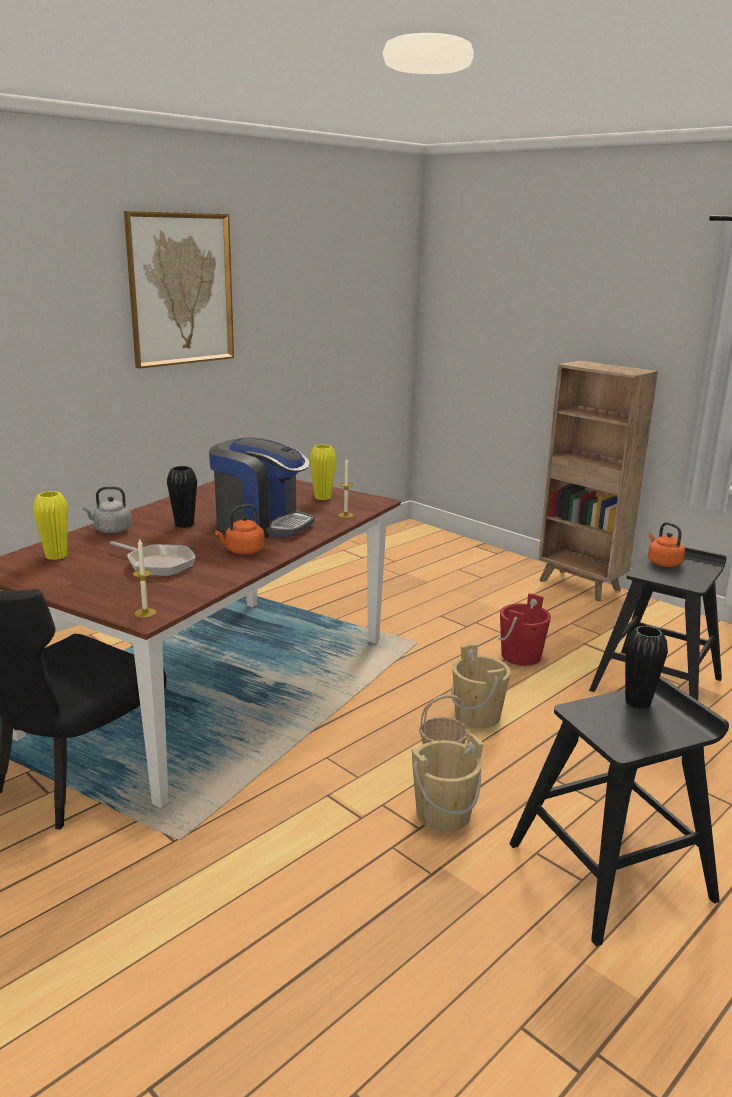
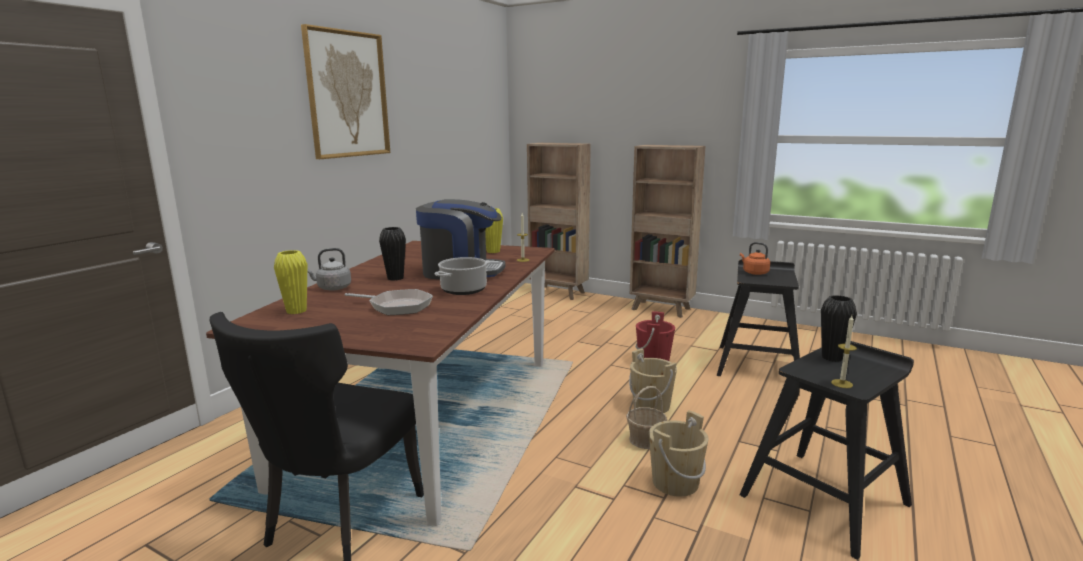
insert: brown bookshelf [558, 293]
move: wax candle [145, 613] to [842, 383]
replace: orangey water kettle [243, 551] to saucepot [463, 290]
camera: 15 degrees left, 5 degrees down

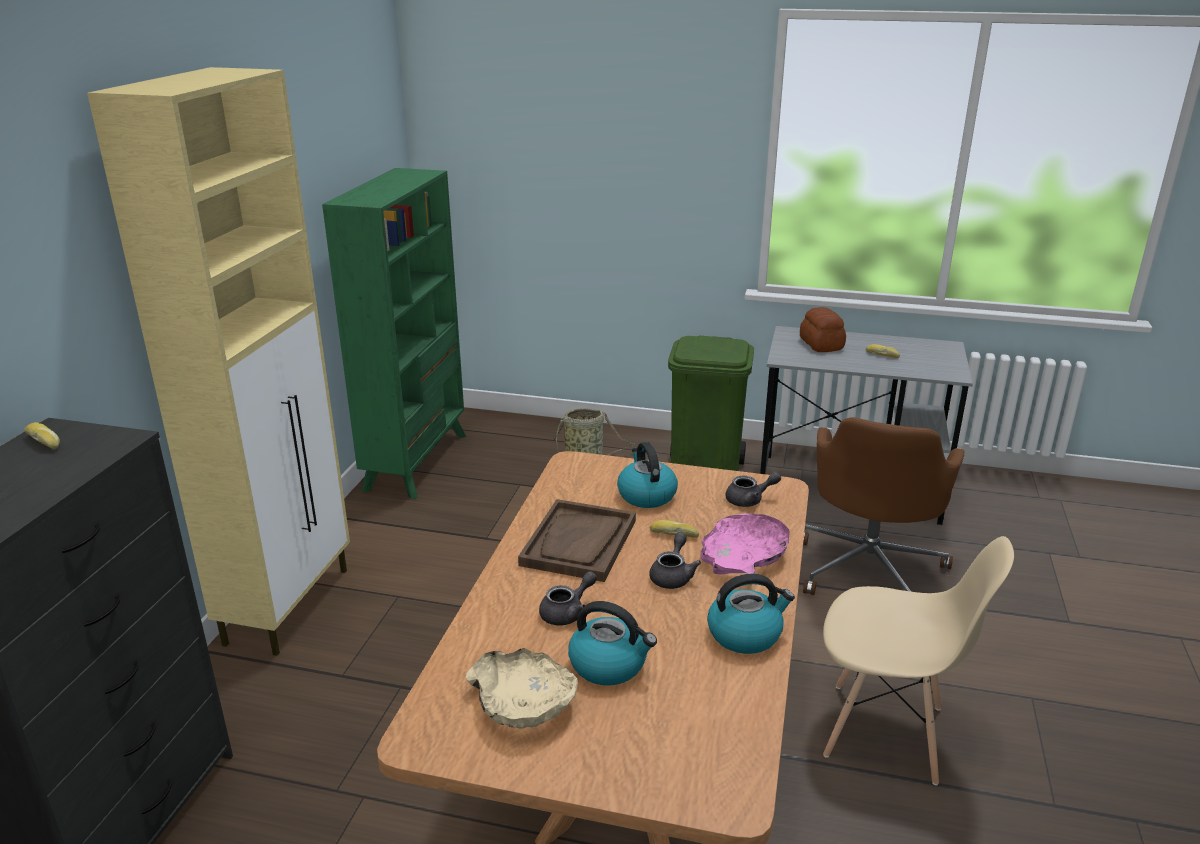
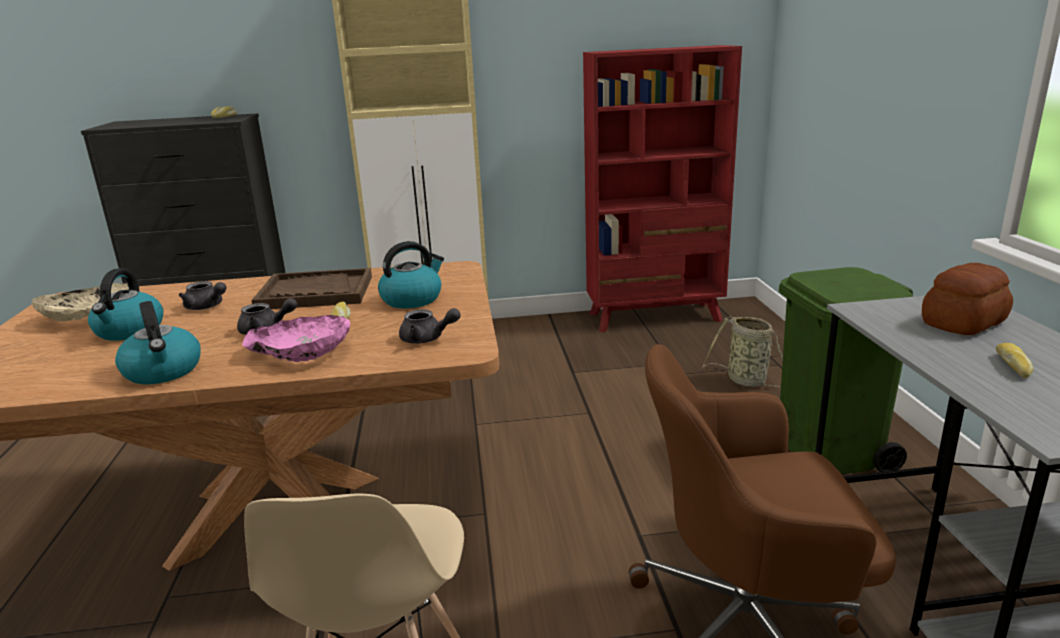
recolor: greenish bookshelf [417, 462] to red-coloured bookshelf [655, 317]
rotate: grey pot for tea [749, 500] = [427, 339] 45 degrees counterclockwise
camera: 70 degrees right, 5 degrees down

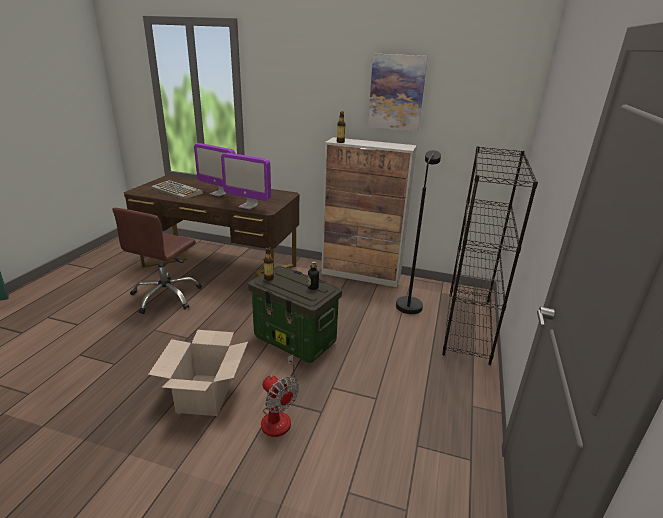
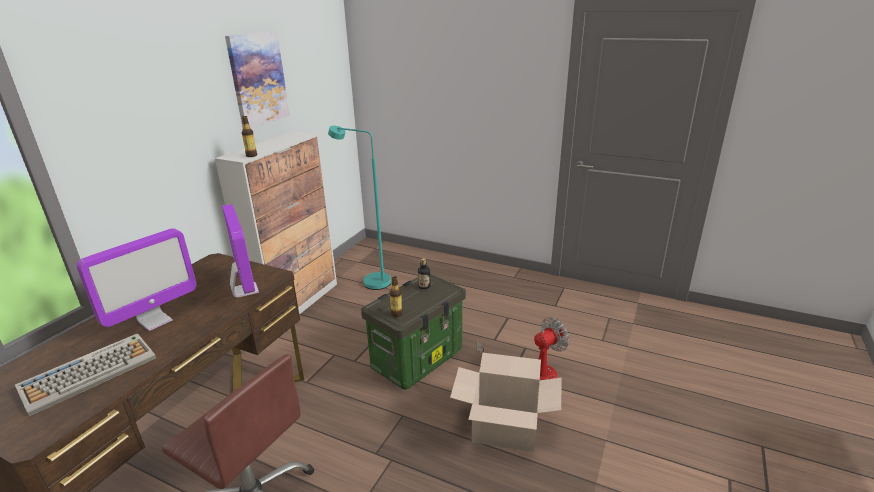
delete: black bookshelf [468, 326]
recolor: black standing lamp [410, 303] to blue-green standing lamp [370, 281]
rotate: computer display [248, 206] = [245, 290] 60 degrees counterclockwise
camera: 80 degrees left, 0 degrees up

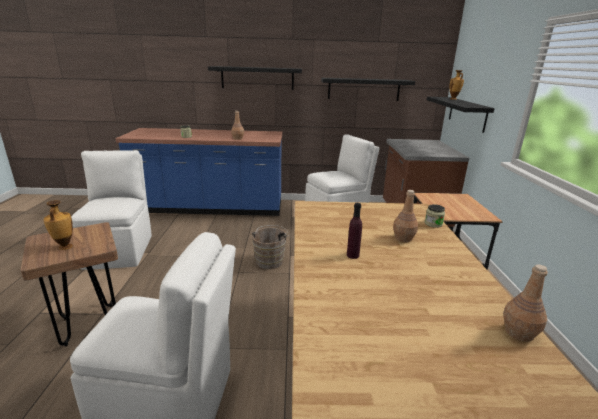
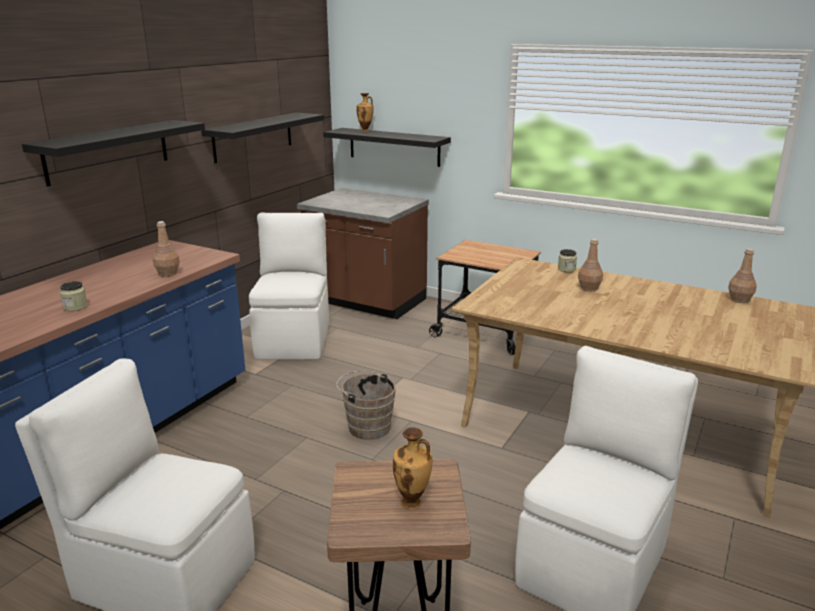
delete: purplish drink bottle [352, 255]
camera: 60 degrees left, 0 degrees up

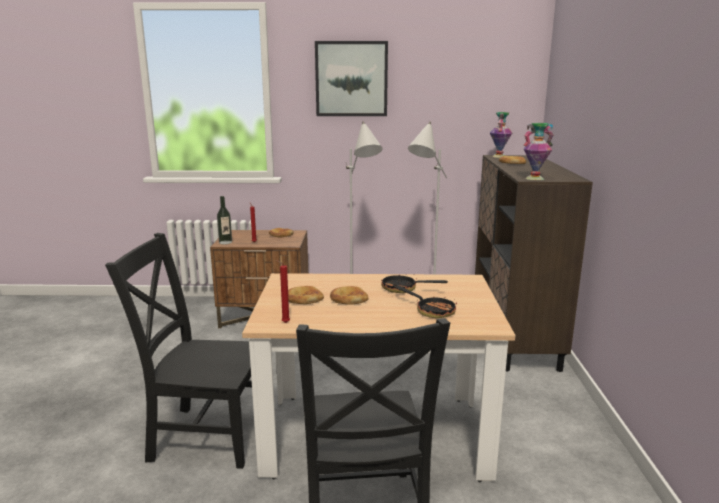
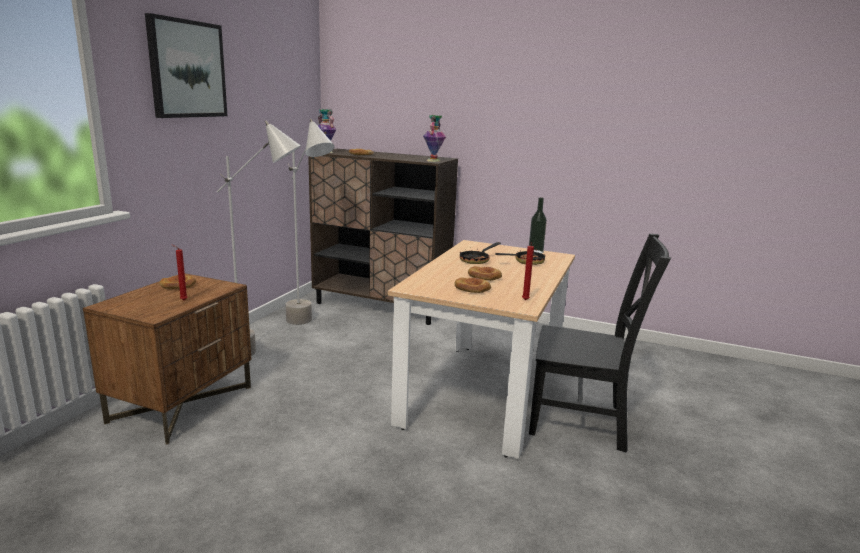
delete: black plain chair [204, 435]
move: drink bottle [225, 242] to [535, 252]
camera: 70 degrees left, 0 degrees up

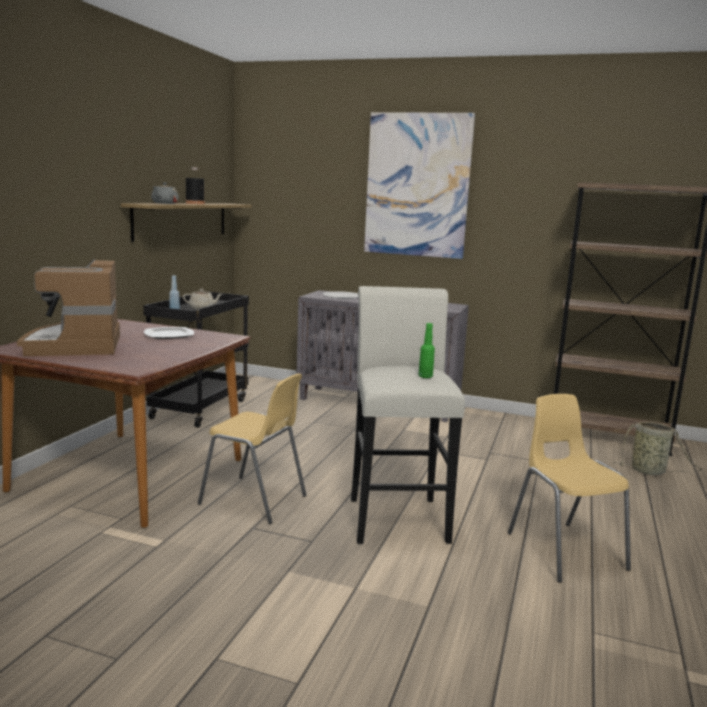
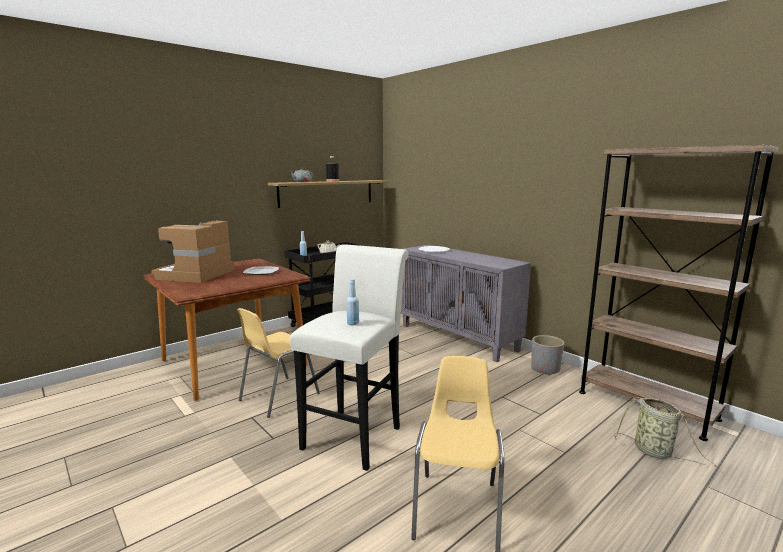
delete: wall art [417, 185]
insert: grey flower pot [545, 369]
recolor: greenish drink bottle [425, 376] to bluish drink bottle [353, 323]
rotate: yellow-coloured plain chair [254, 500] = [278, 397] 75 degrees clockwise
camera: 30 degrees right, 0 degrees up

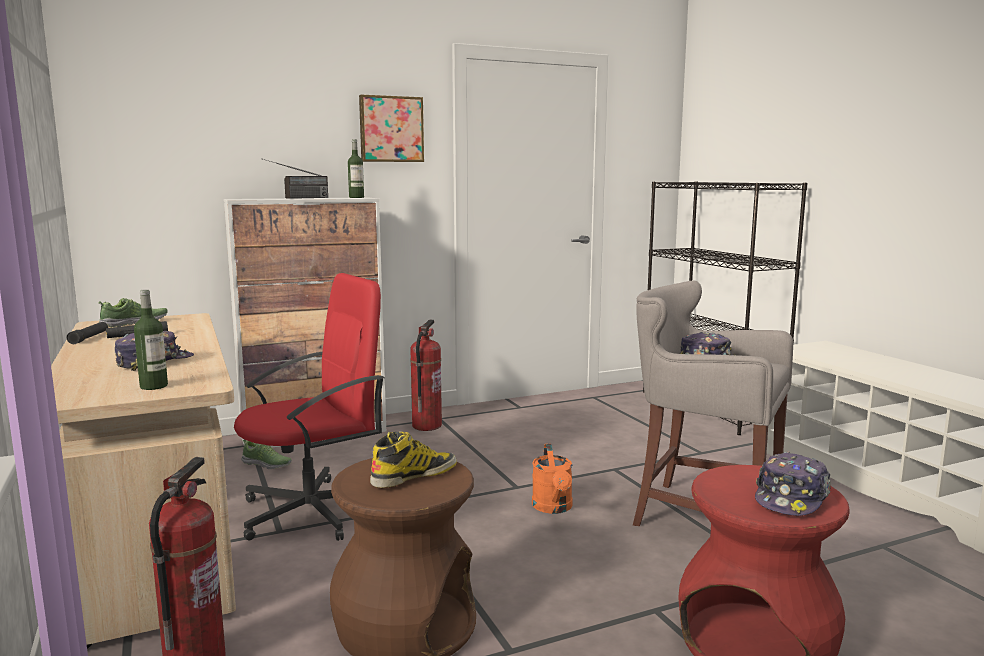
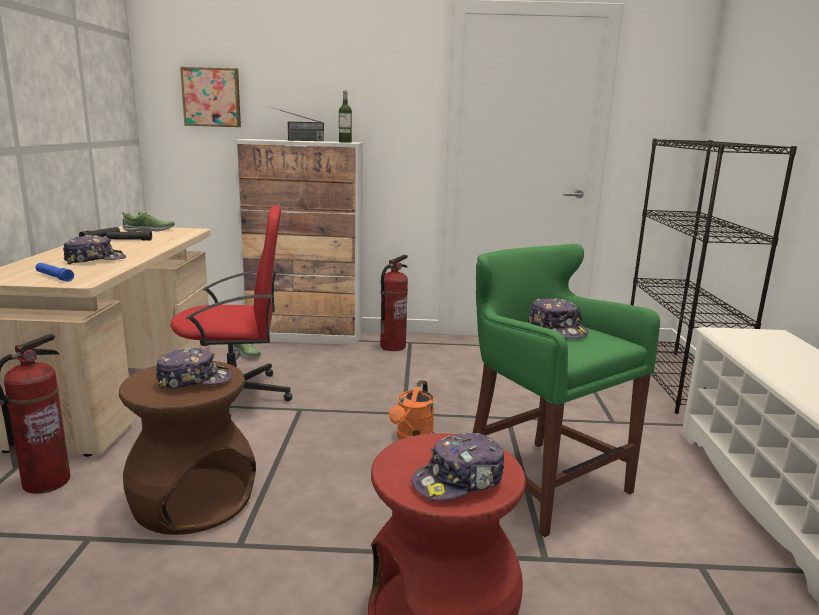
move: wall art [391, 129] to [212, 97]
replace: drink bottle [154, 386] to bluish flashlight [54, 277]; high-top boot [414, 475] to baseball cap [194, 380]
recolor: grey sitting stool [702, 515] to greenish sitting stool [540, 480]
camera: 25 degrees right, 5 degrees up

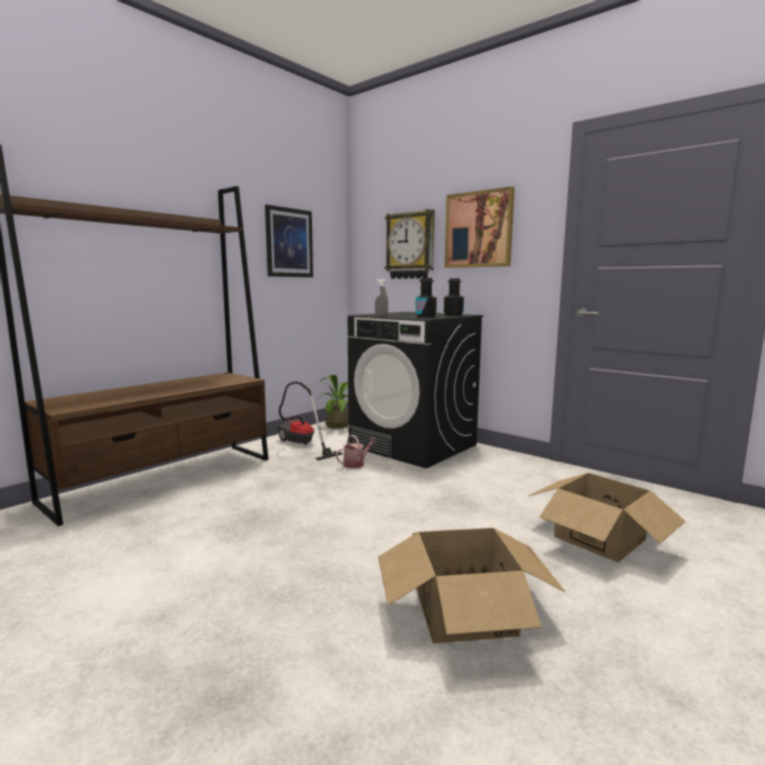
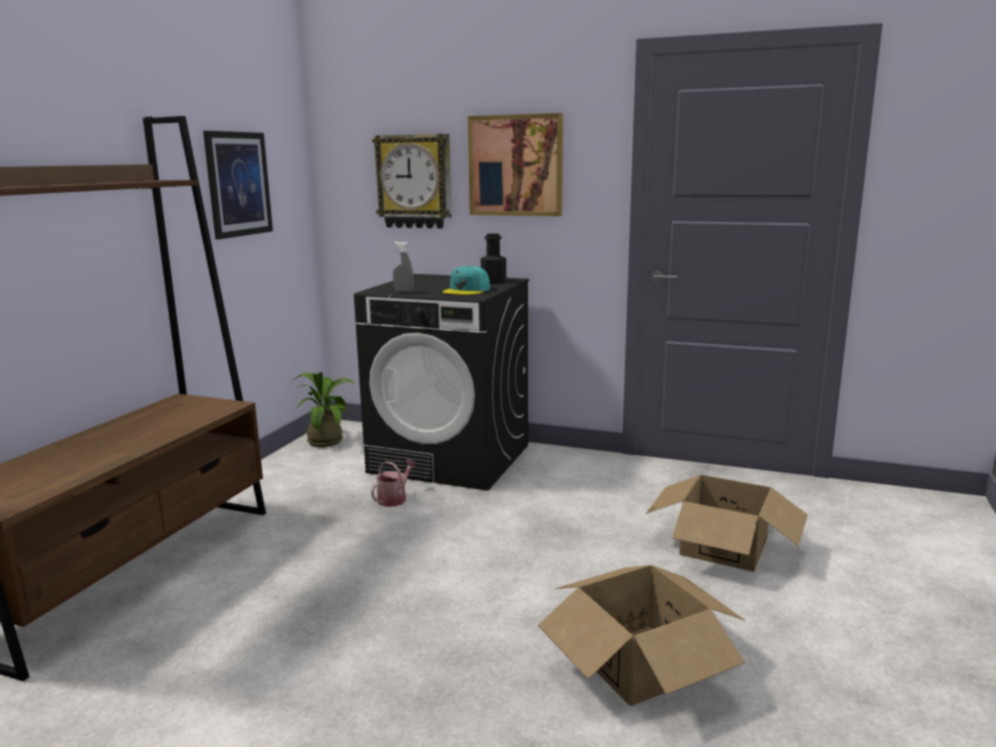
delete: hoover [301, 445]
replace: black drink bottle [425, 316] to blue-green baseball cap [466, 290]
camera: 20 degrees left, 5 degrees up

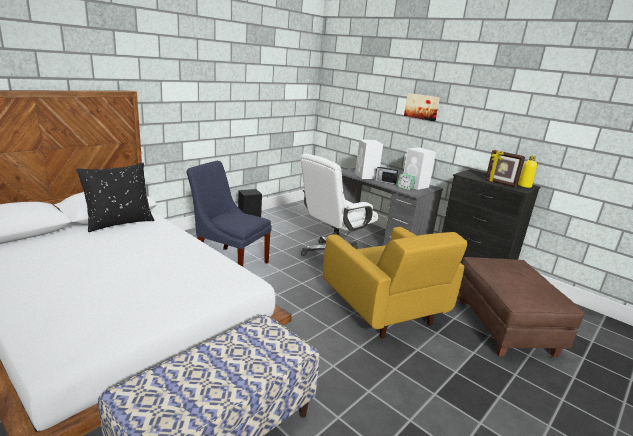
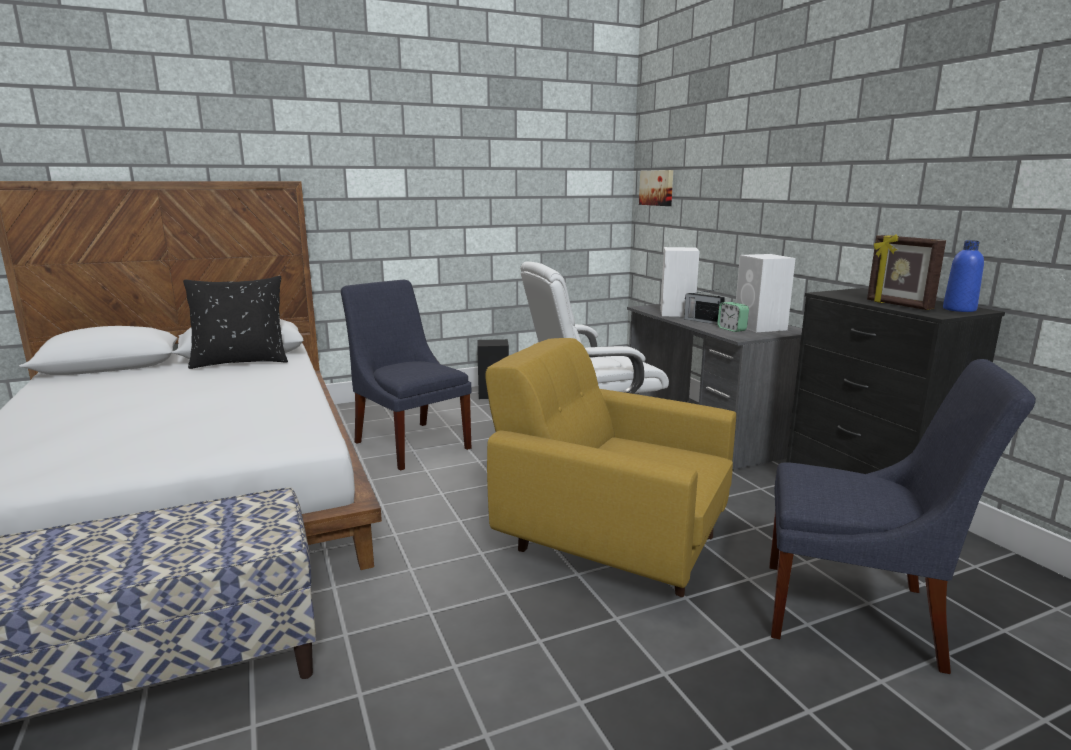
move: wall art [422, 106] to [657, 188]
replace: brown ottoman [504, 327] to bluish plain chair [859, 615]
recolor: yellow-coloured drink bottle [524, 186] to bluish drink bottle [959, 309]
rotate: yellow-coloured armchair [384, 309] = [610, 541] 120 degrees clockwise
camera: 25 degrees right, 5 degrees down

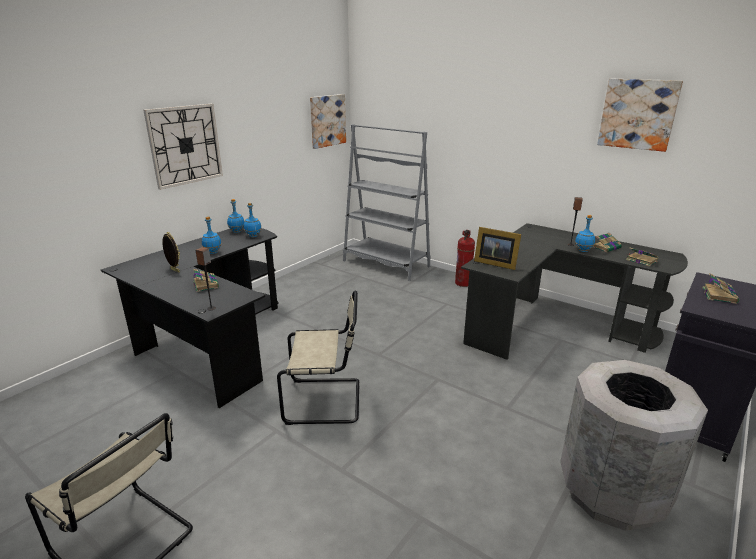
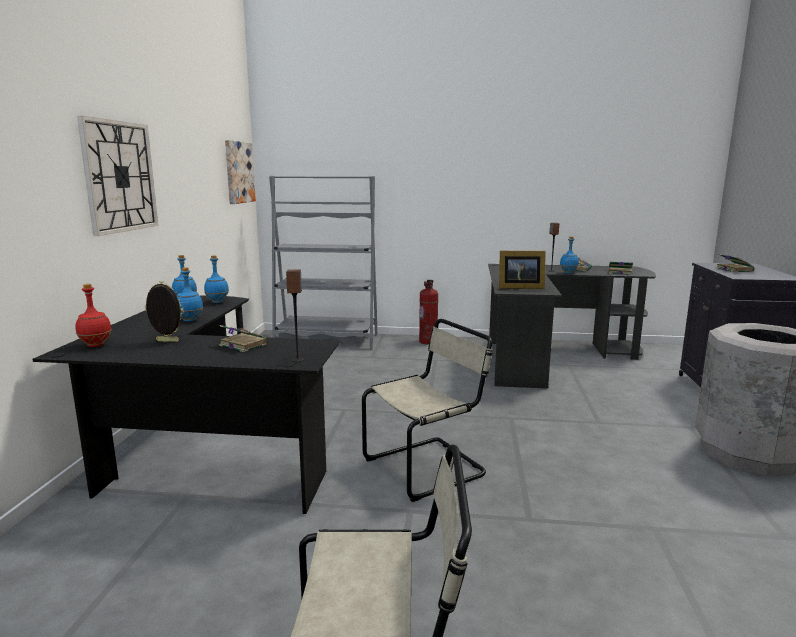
delete: wall art [638, 114]
insert: red-coloured drink bottle [95, 345]
camera: 30 degrees left, 10 degrees down

